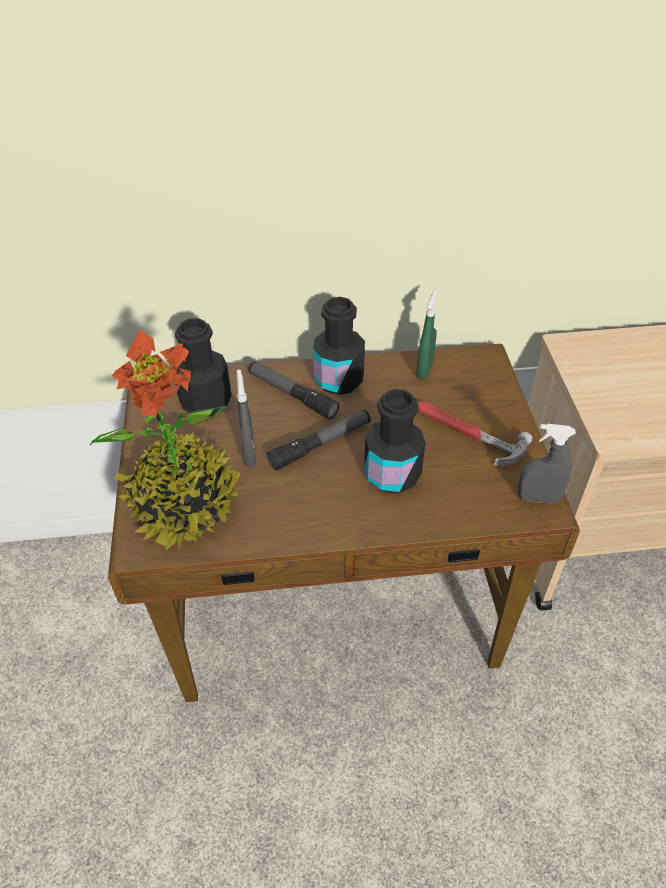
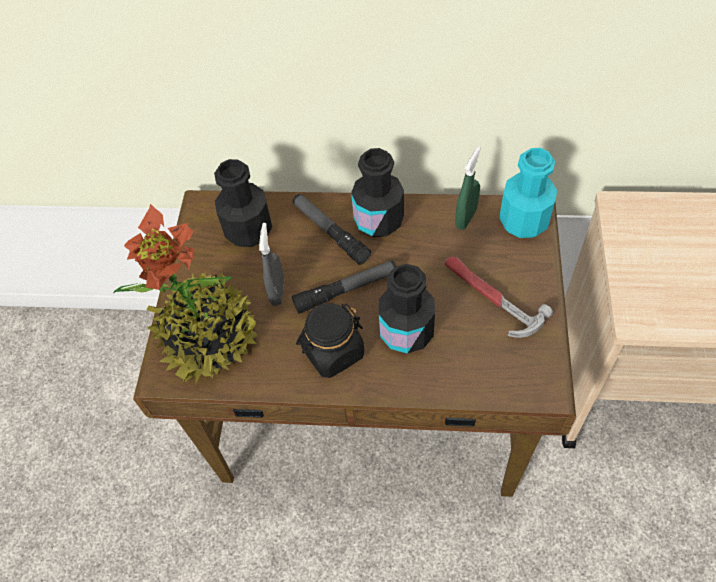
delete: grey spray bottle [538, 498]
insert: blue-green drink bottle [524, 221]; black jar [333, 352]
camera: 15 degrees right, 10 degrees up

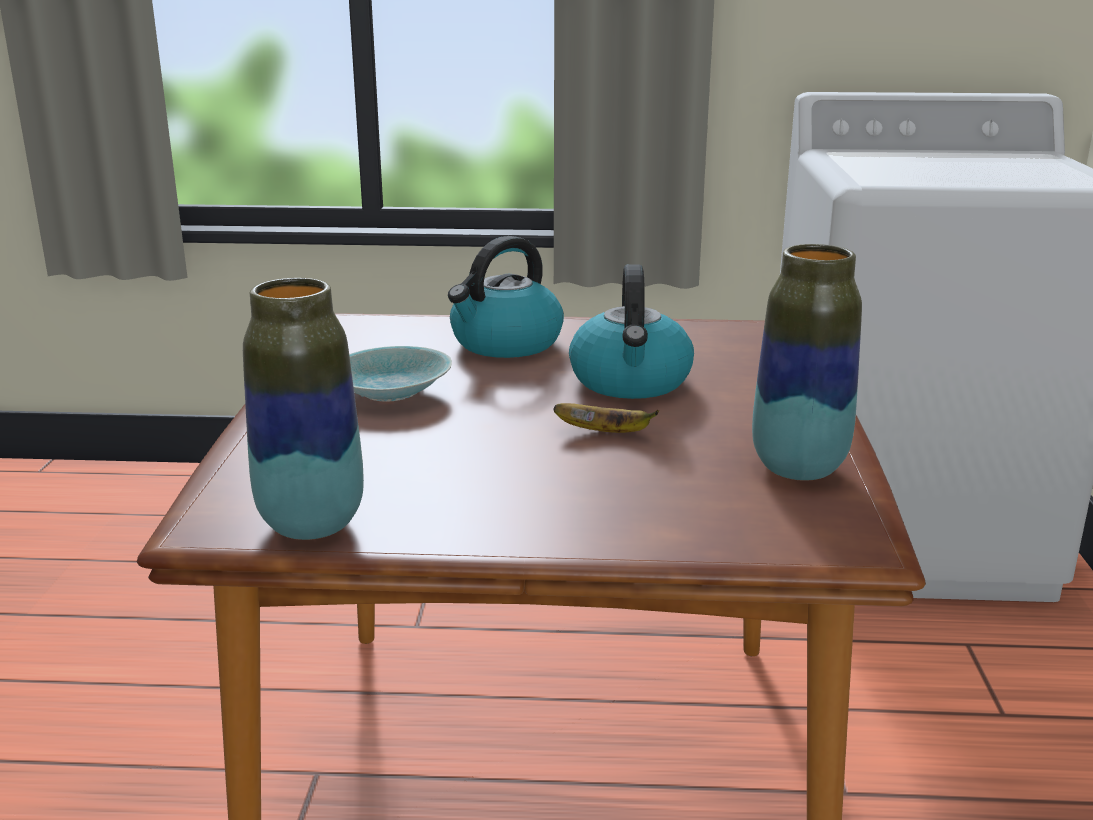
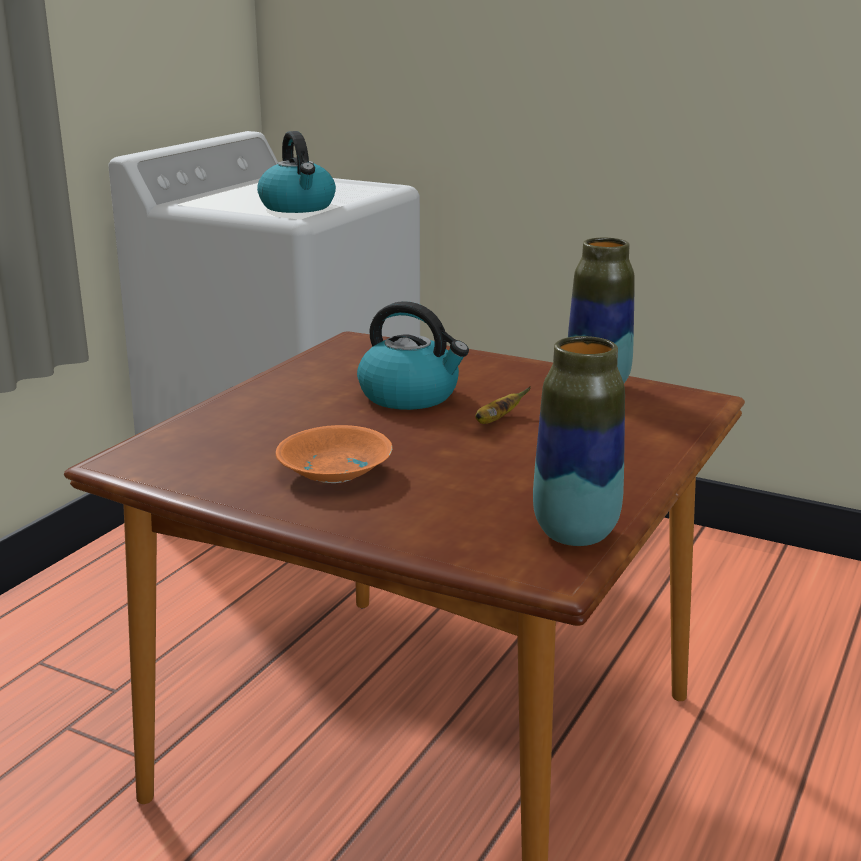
move: water kettle [505, 344] to [298, 207]
recolor: blue-green bowl [390, 393] to orangey bowl [337, 473]
camera: 65 degrees left, 0 degrees up

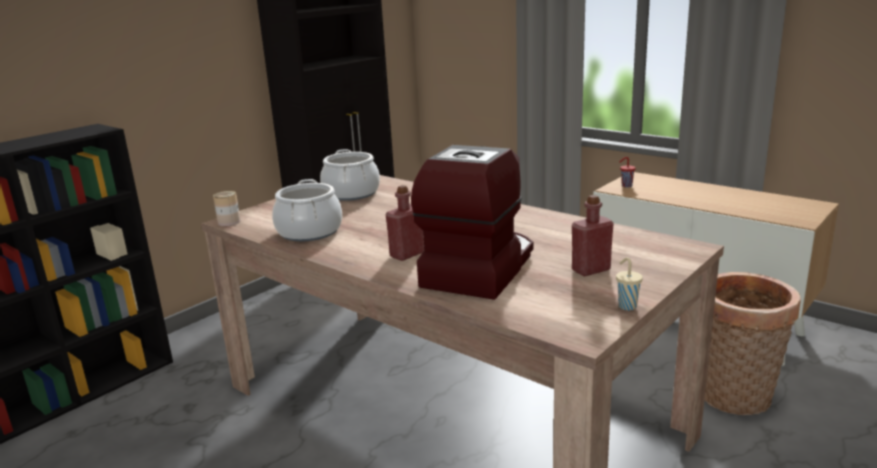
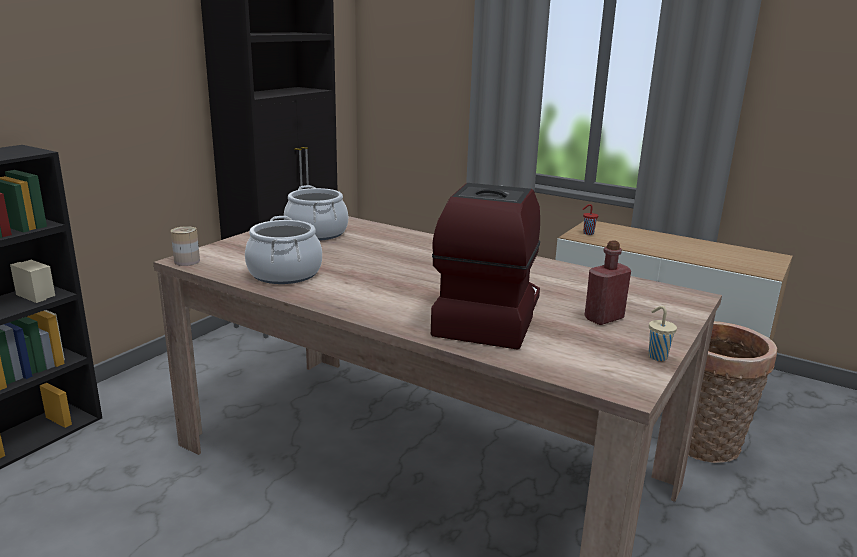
delete: red-coloured drink bottle [407, 254]
camera: 10 degrees left, 0 degrees up

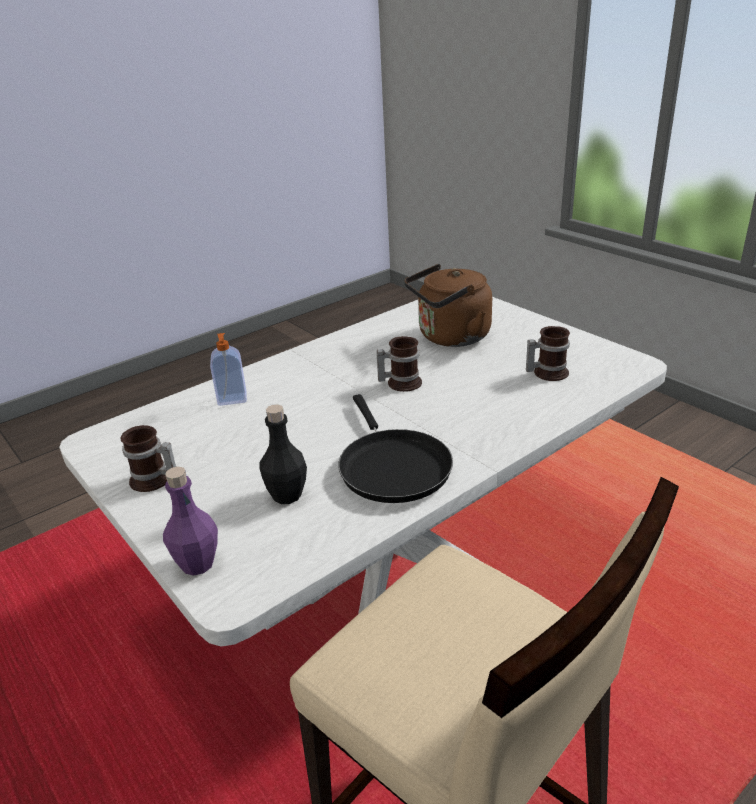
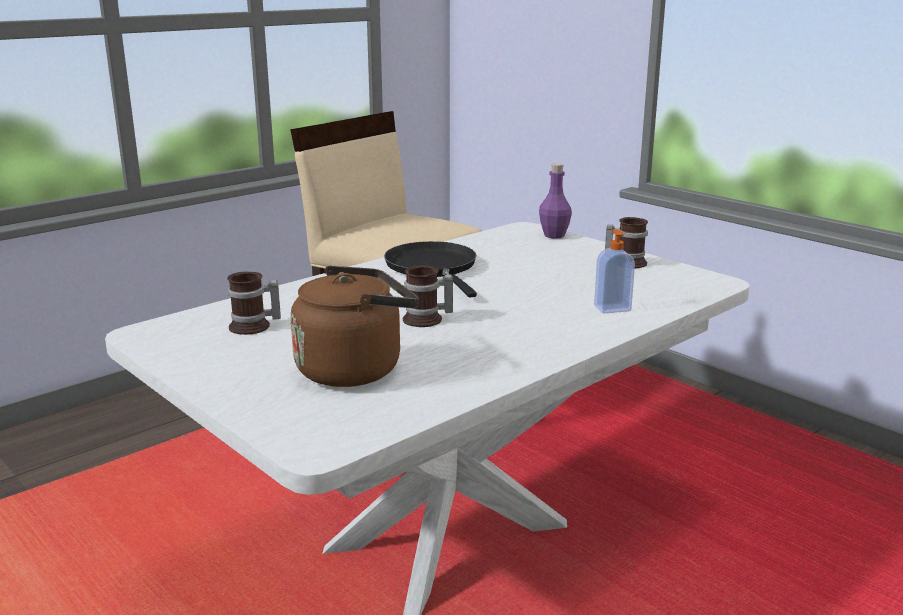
delete: black drink bottle [287, 495]
camera: 175 degrees right, 10 degrees down

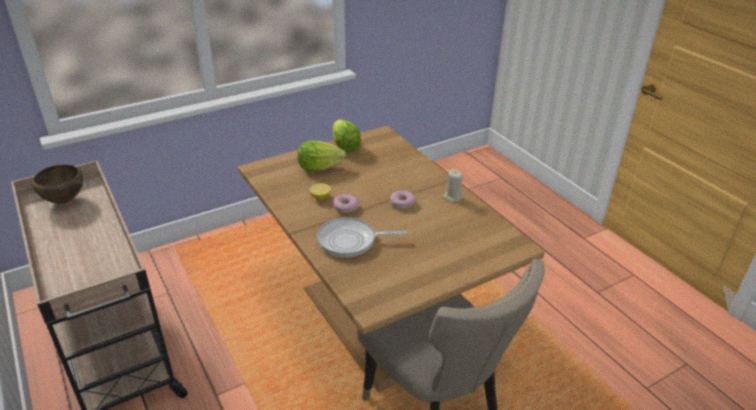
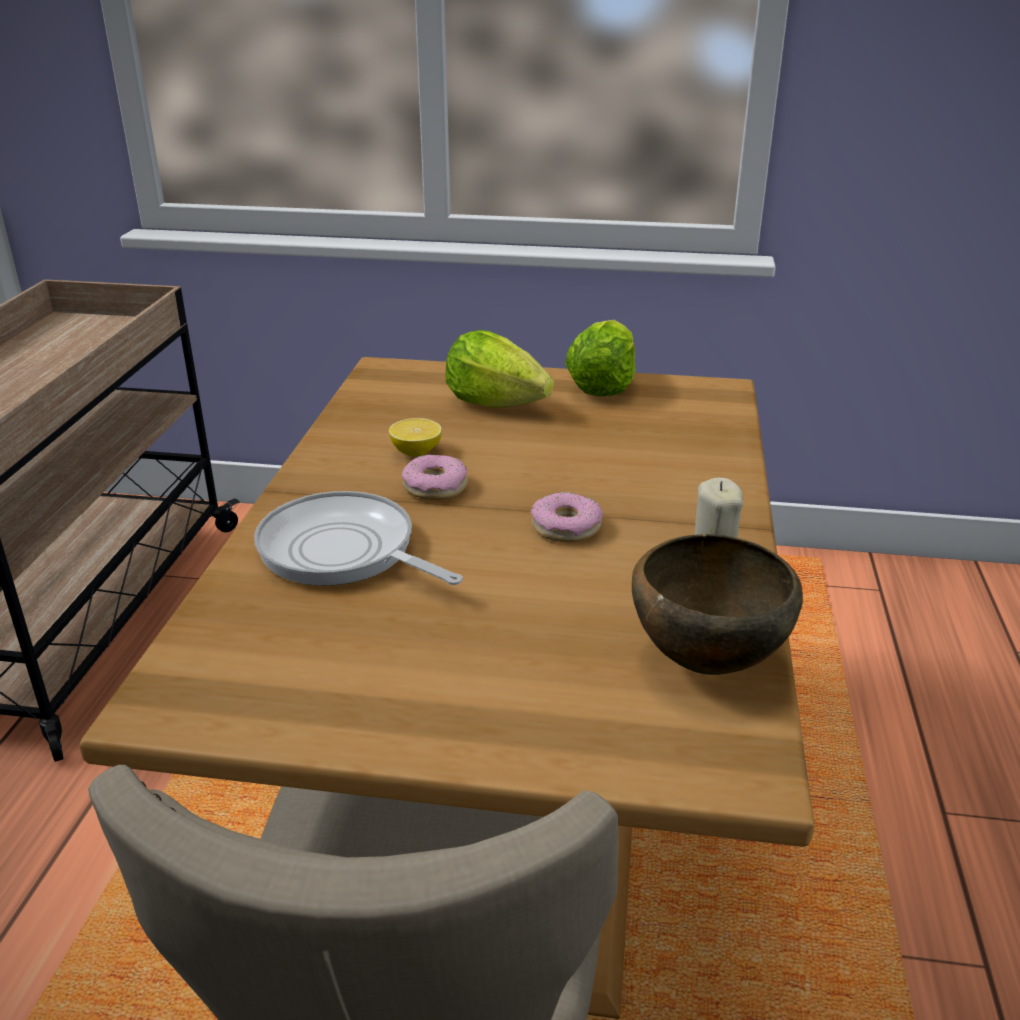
move: brown bowl [64, 201] to [704, 663]
camera: 40 degrees right, 5 degrees down

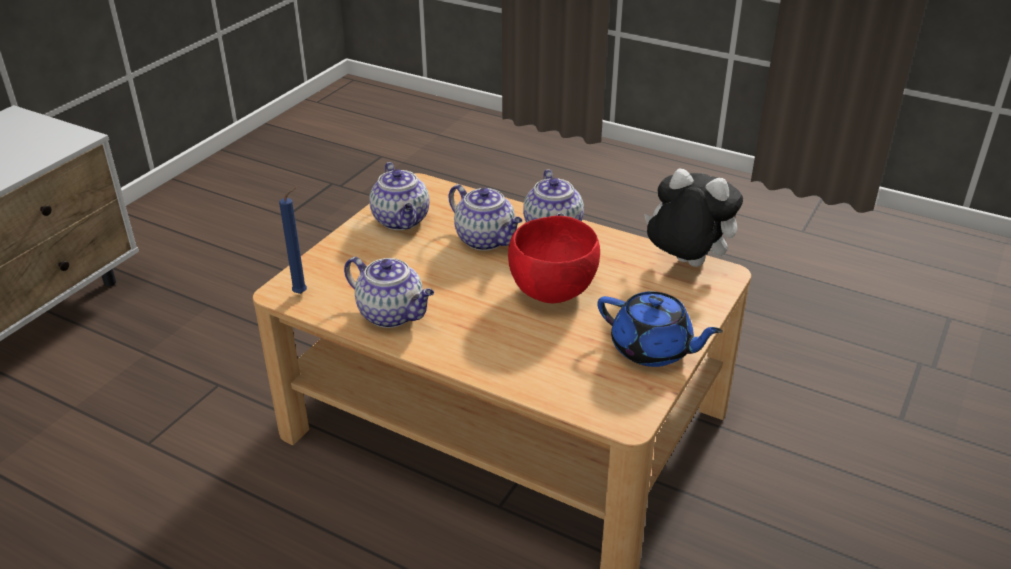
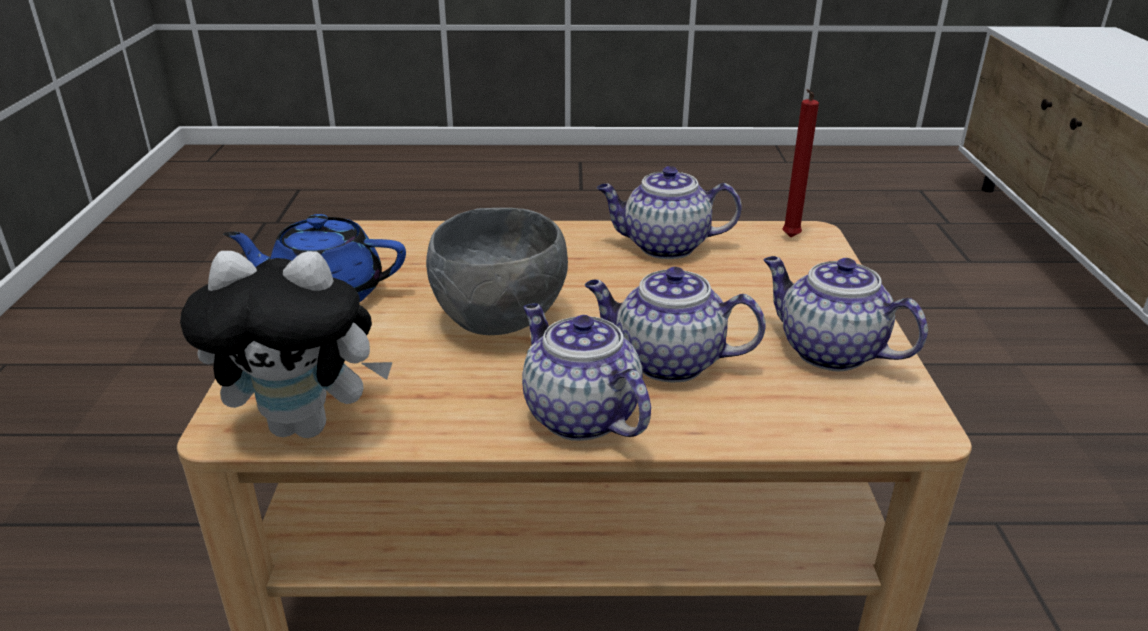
recolor: bluish wax candle [302, 293] to red-coloured wax candle [789, 238]; red-coloured bowl [551, 291] to grey bowl [501, 320]
camera: 150 degrees right, 5 degrees down

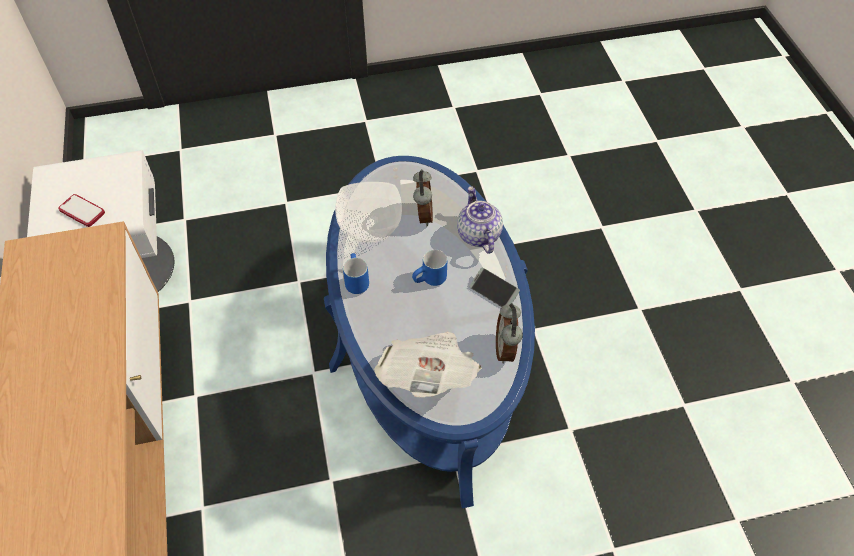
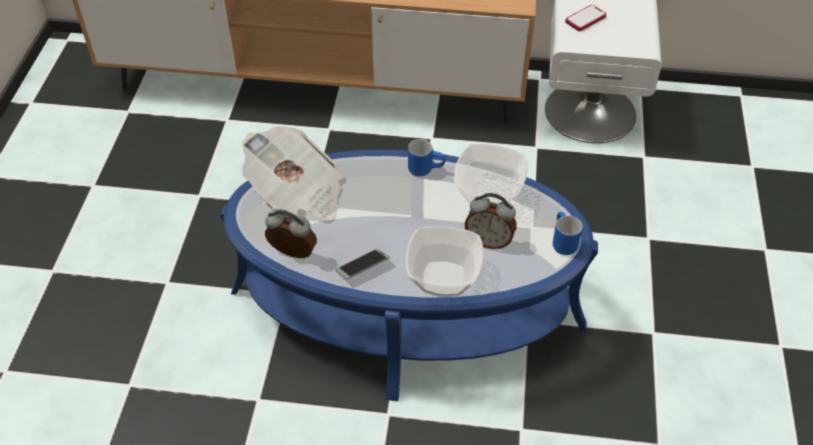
move: bluish tea mug [430, 281] to [561, 242]
replace: pot for tea [478, 235] to bowl [442, 278]
camera: 110 degrees right, 5 degrees down

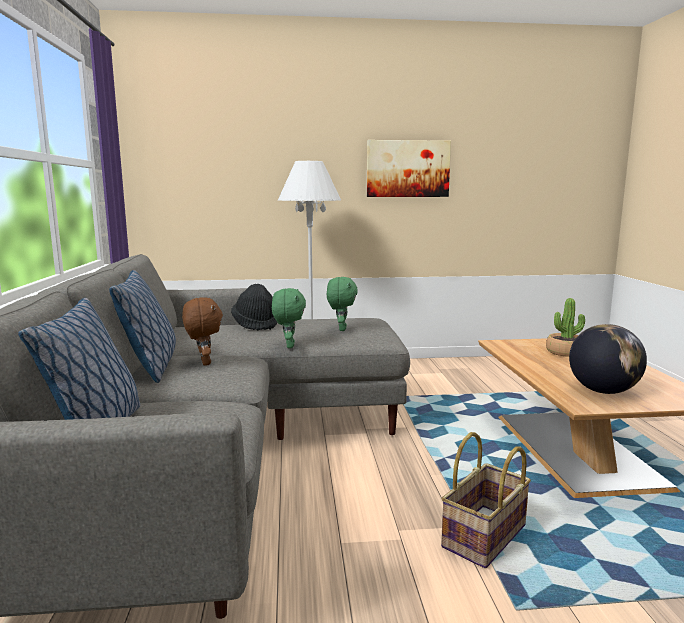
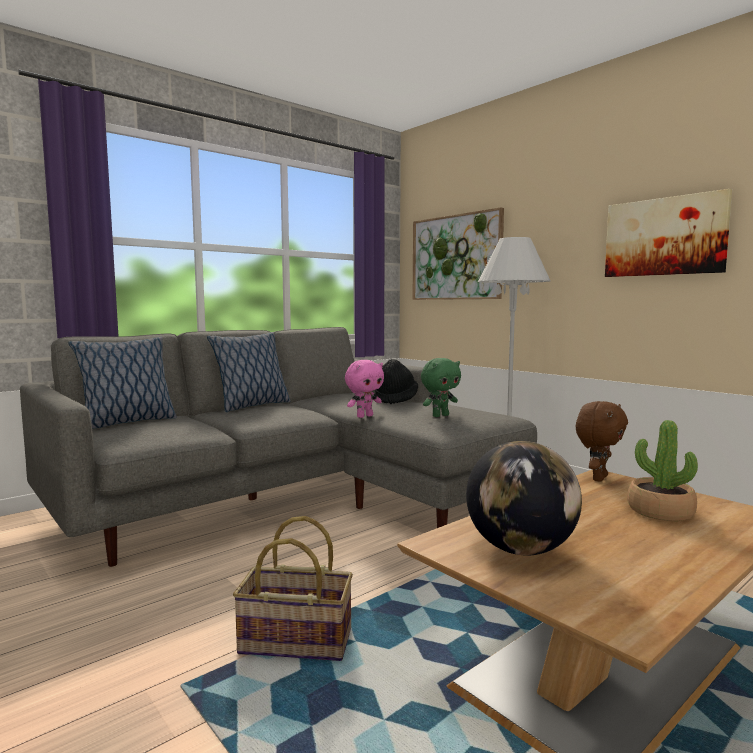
insert: wall art [456, 257]
move: brown plush toy [204, 363] to [598, 478]
recolor: greenish plush toy [289, 346] to pink-coloured plush toy [364, 416]
camera: 55 degrees right, 5 degrees down

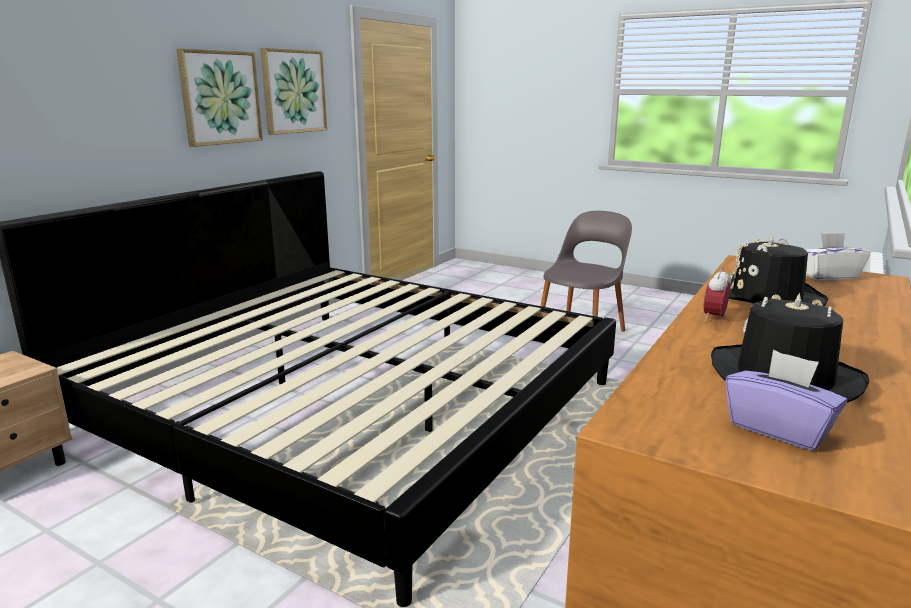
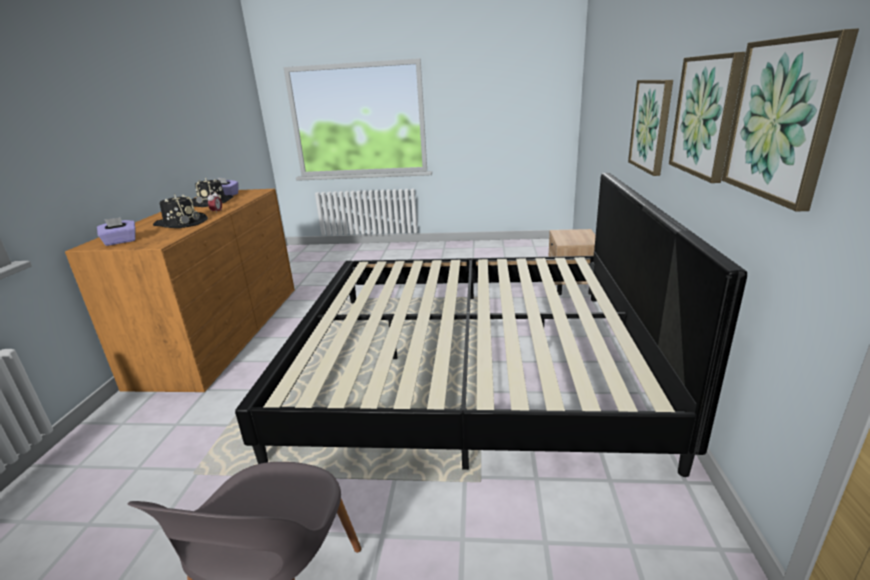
insert: wall art [651, 125]
recolor: white tissue holder [827, 276] to purplish tissue holder [121, 242]
camera: 155 degrees right, 5 degrees up

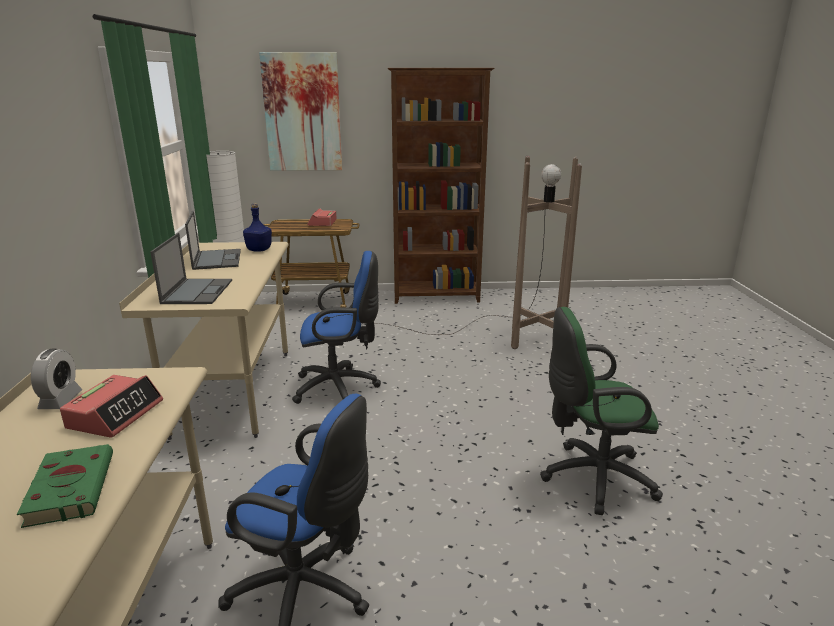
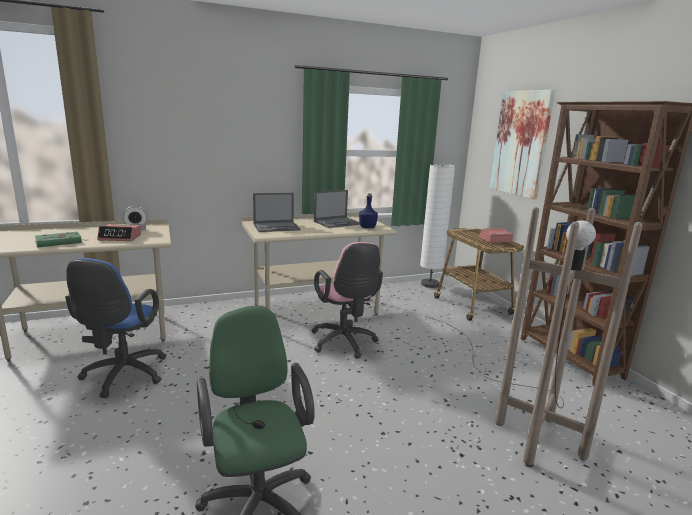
recolor: bluish office chair [340, 388] to pink-coloured office chair [344, 343]
camera: 70 degrees right, 5 degrees down

